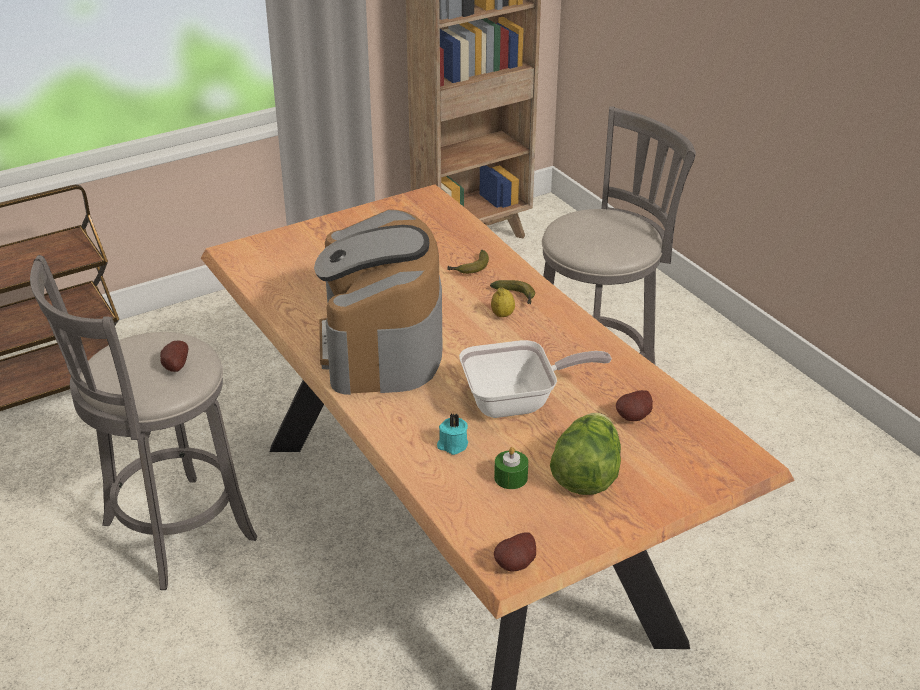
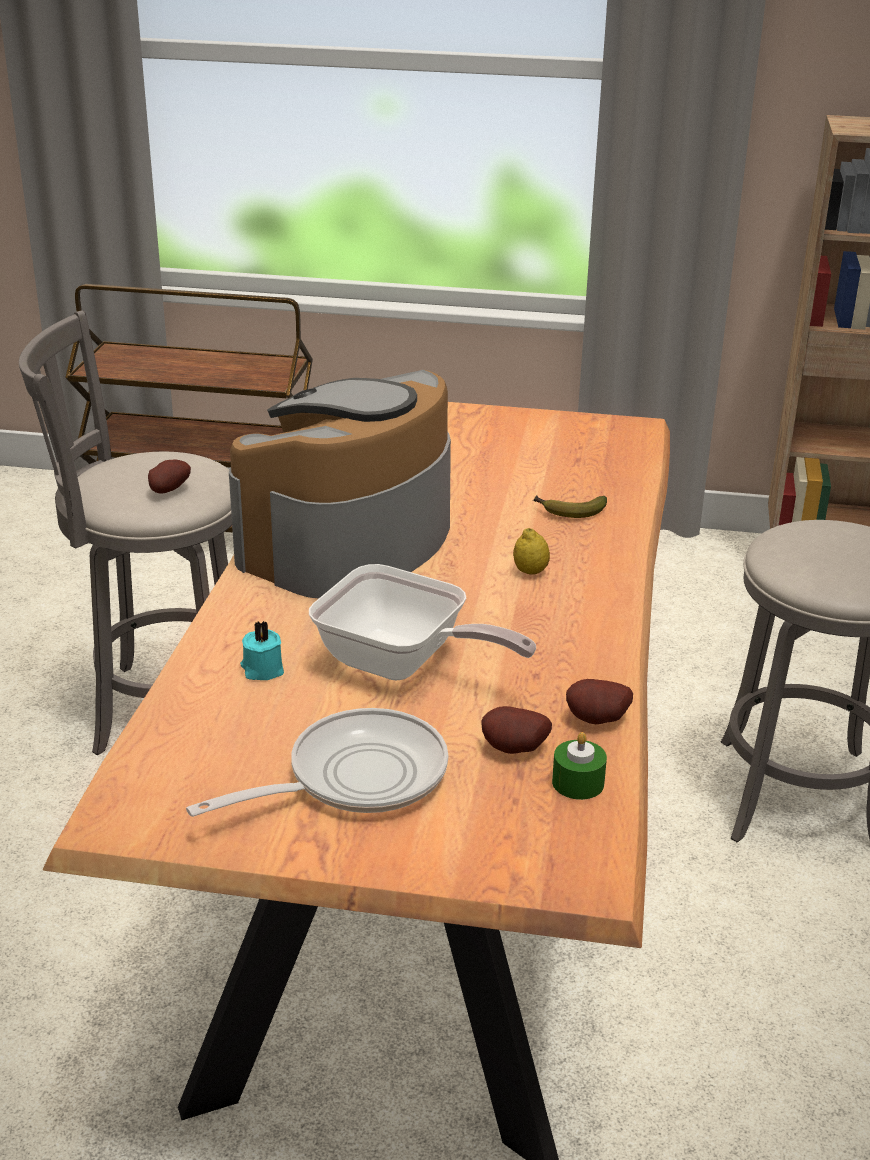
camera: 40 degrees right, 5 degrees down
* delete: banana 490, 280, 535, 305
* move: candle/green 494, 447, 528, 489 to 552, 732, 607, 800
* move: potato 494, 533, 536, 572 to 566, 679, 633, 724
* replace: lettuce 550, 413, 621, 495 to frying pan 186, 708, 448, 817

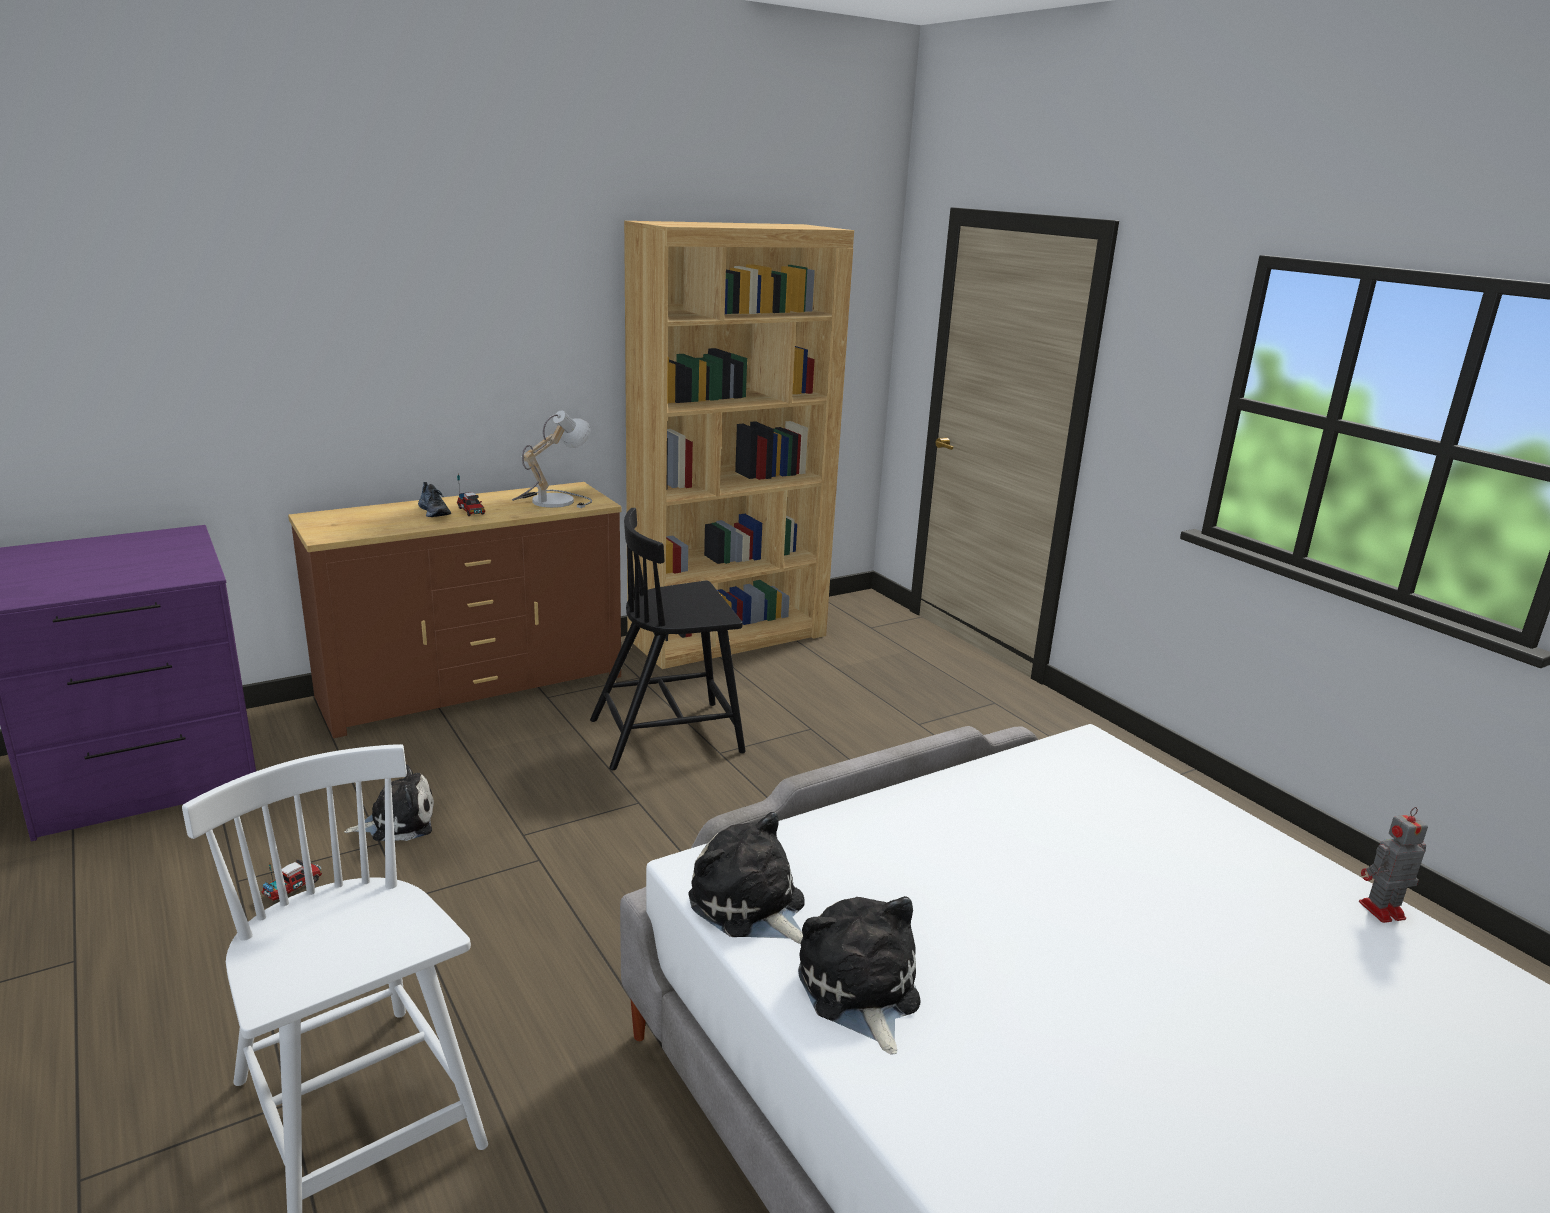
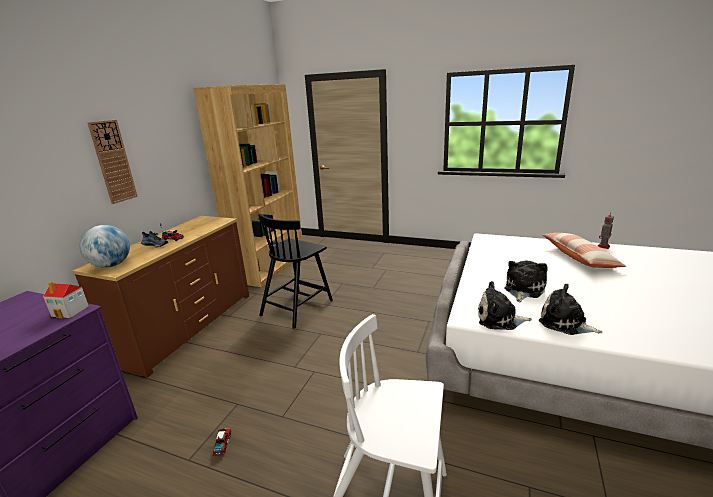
camera: 35 degrees left, 0 degrees up
* delete: table lamp 512, 410, 592, 508
* insert: toy house 43, 282, 89, 318
* insert: globe 80, 225, 130, 268
* insert: wall clock 87, 120, 138, 204
* insert: pillow 542, 233, 626, 268
* move: plush toy 344, 764, 434, 841 to 505, 260, 548, 302

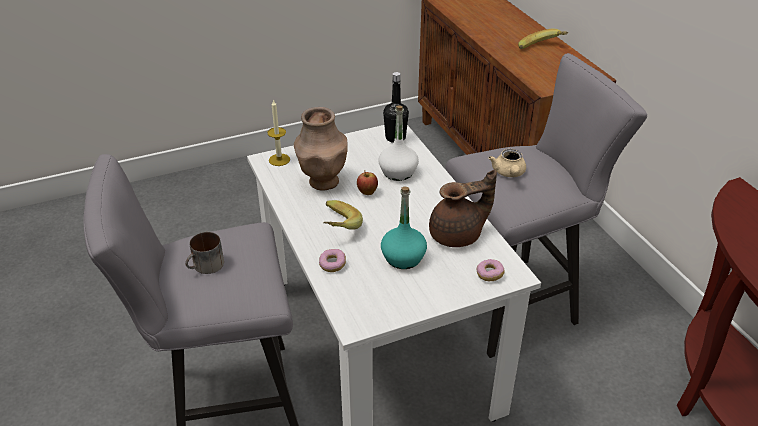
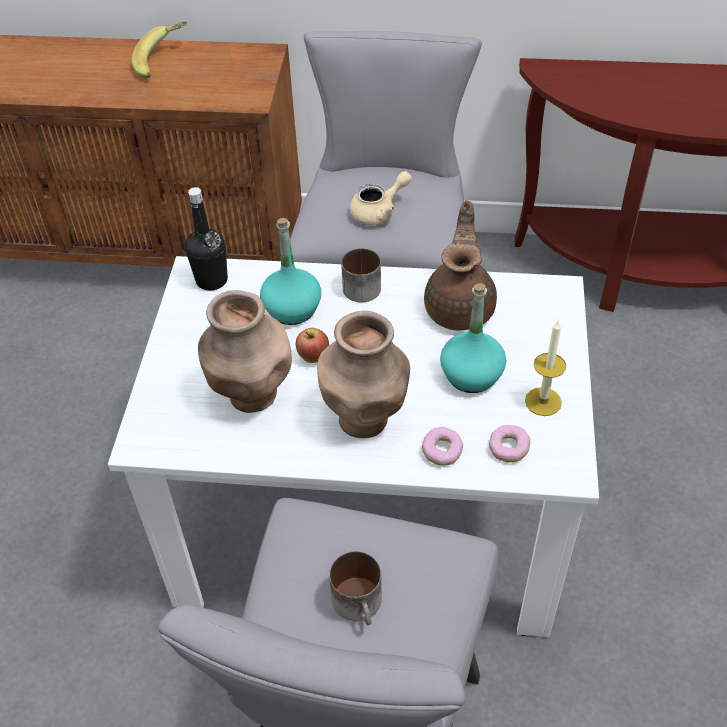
camera: 60 degrees left, 10 degrees up
* insert: mug 341, 248, 381, 303
* move: candle 267, 99, 290, 166 to 525, 319, 566, 416
* move: donut 476, 259, 505, 281 to 489, 425, 530, 462
* replace: banana 323, 200, 363, 230 to vase/brown 317, 311, 410, 438
* recolor: bottle/white 379, 105, 419, 181 to bottle/turquoise 260, 218, 321, 325
* rotate: teapot/beige 489, 149, 526, 177 = 349, 171, 412, 225 60 degrees counterclockwise

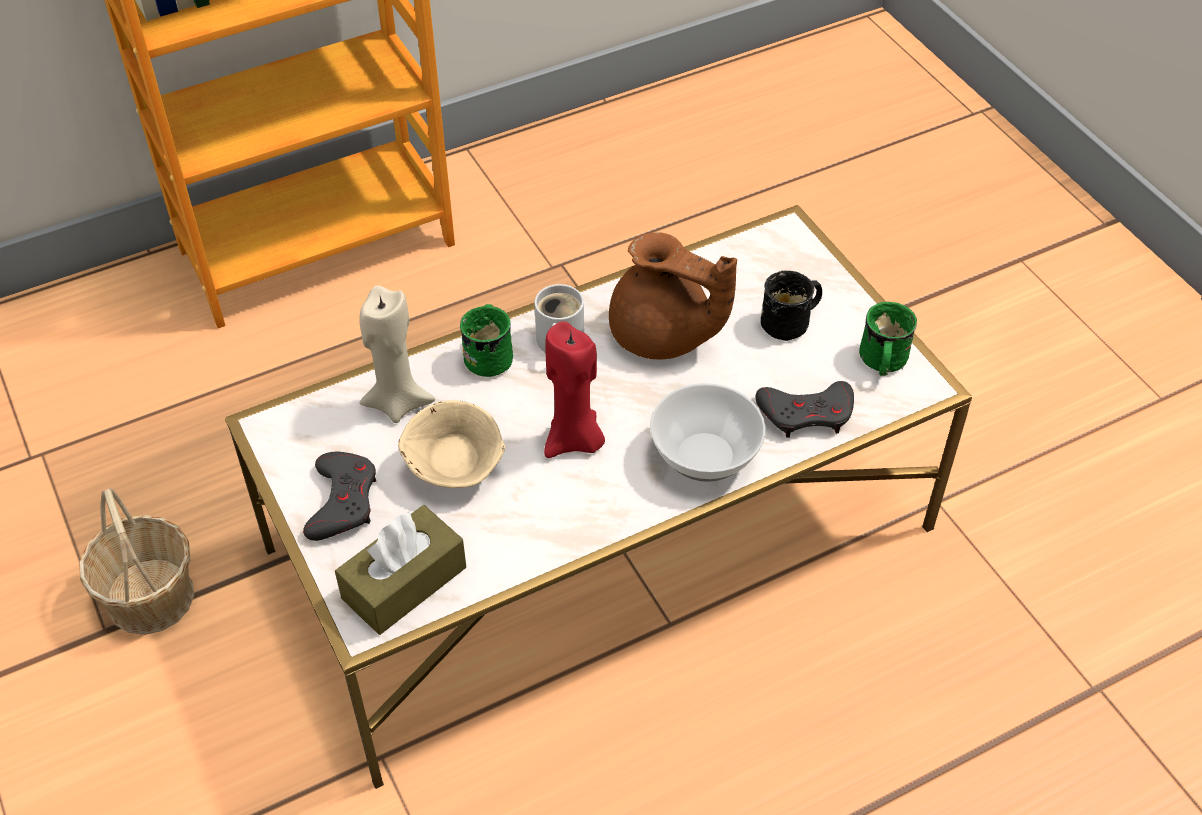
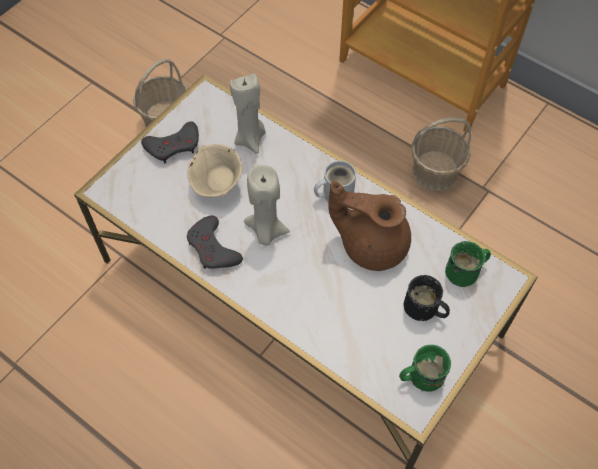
camera: 65 degrees right, 10 degrees up
* delete: tissue box/brown 335, 505, 466, 635
* delete: bowl 650, 383, 766, 482
* insert: basket 411, 118, 471, 191
* move: mug/green 460, 304, 513, 377 to 445, 241, 491, 287
* move: game controller/grey 755, 381, 854, 438 to 187, 216, 243, 269
* recolor: candle/red 544, 321, 605, 458 to candle/beige 244, 165, 290, 246
* rotate: teapot/brown 609, 232, 737, 359 = 328, 181, 411, 271 105 degrees clockwise

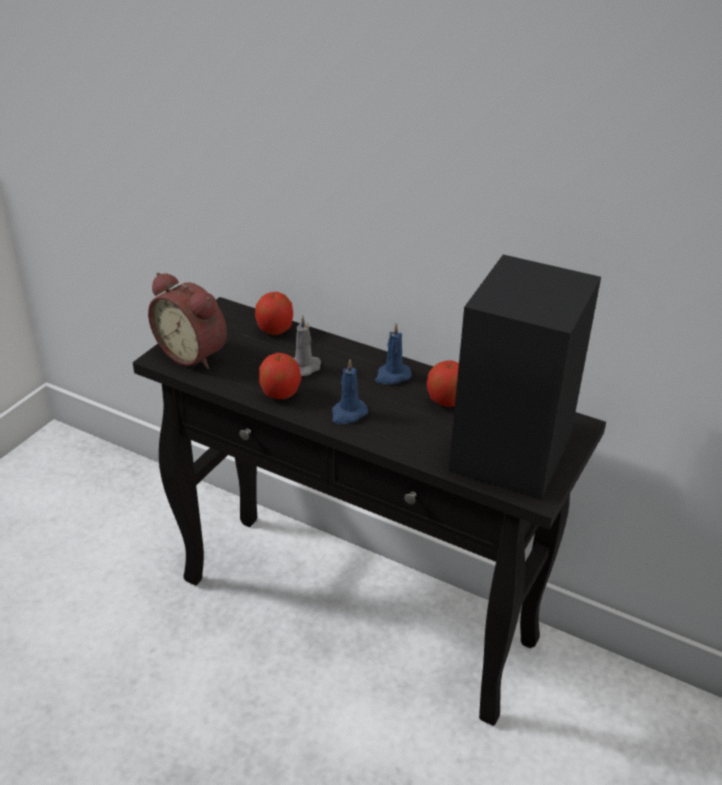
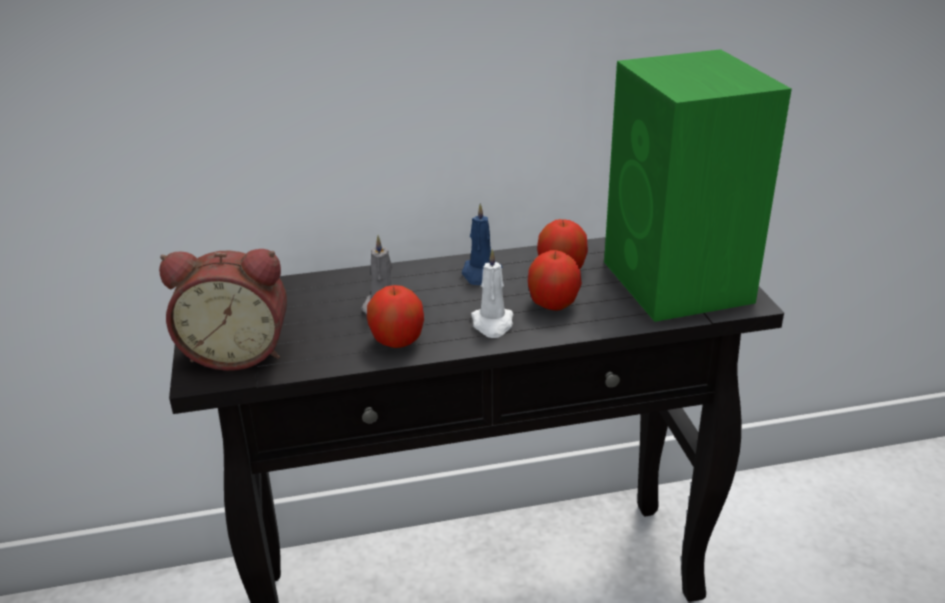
camera: 40 degrees left, 5 degrees down
* move: apple 255, 292, 293, 335 to 528, 250, 582, 311
* recolor: candle/blue 332, 359, 368, 424 to candle/white 471, 249, 514, 338
* recolor: speaker/black 449, 255, 601, 499 to speaker/green 604, 49, 792, 322

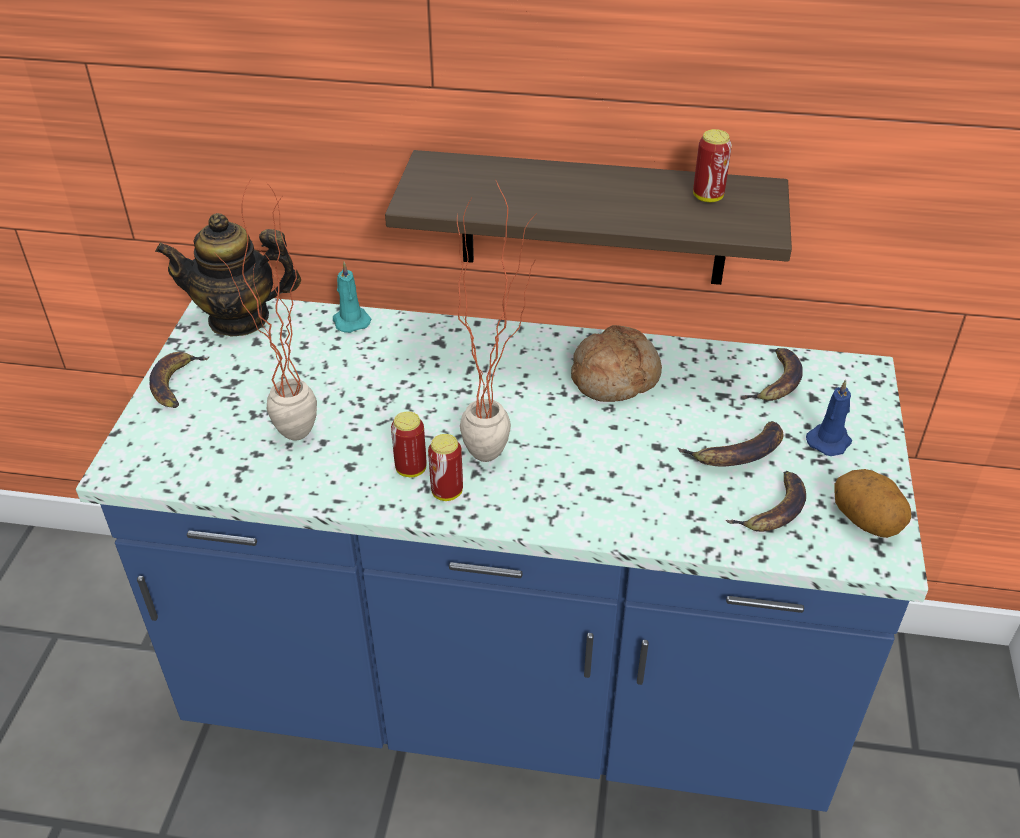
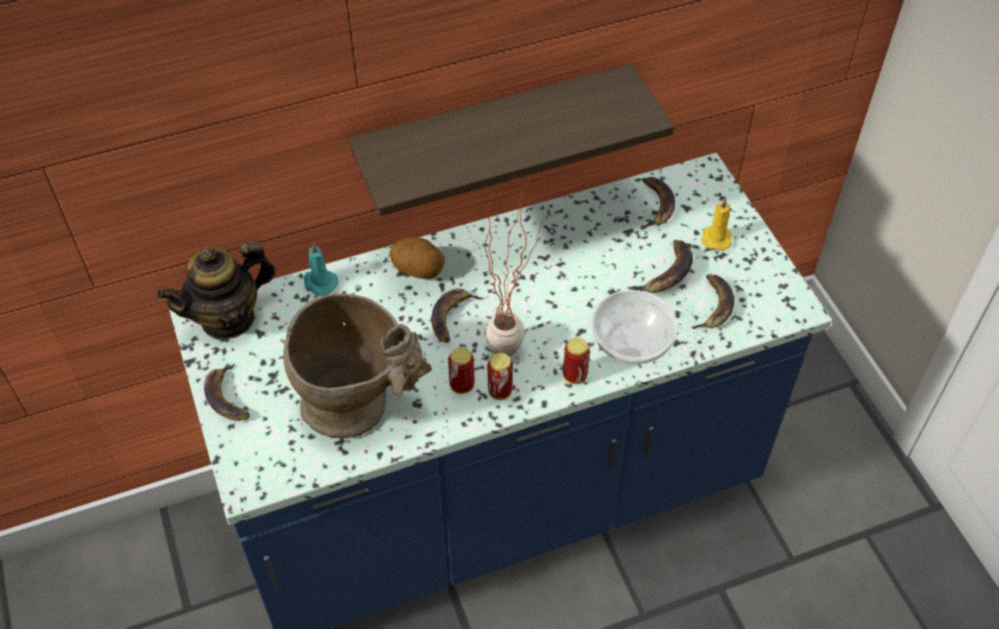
camera: 30 degrees left, 10 degrees up
* delete: bread 571, 325, 662, 402
* insert: banana 431, 288, 484, 343
* insert: bowl 592, 290, 678, 364
* move: can 693, 129, 732, 202 to 563, 337, 590, 385
* move: potato 834, 469, 911, 538 to 389, 237, 445, 279
* replace: potted plant 215, 178, 317, 441 to vase/beige 283, 294, 432, 438
* recolor: candle/blue 806, 379, 852, 456 to candle/yellow 701, 198, 732, 251

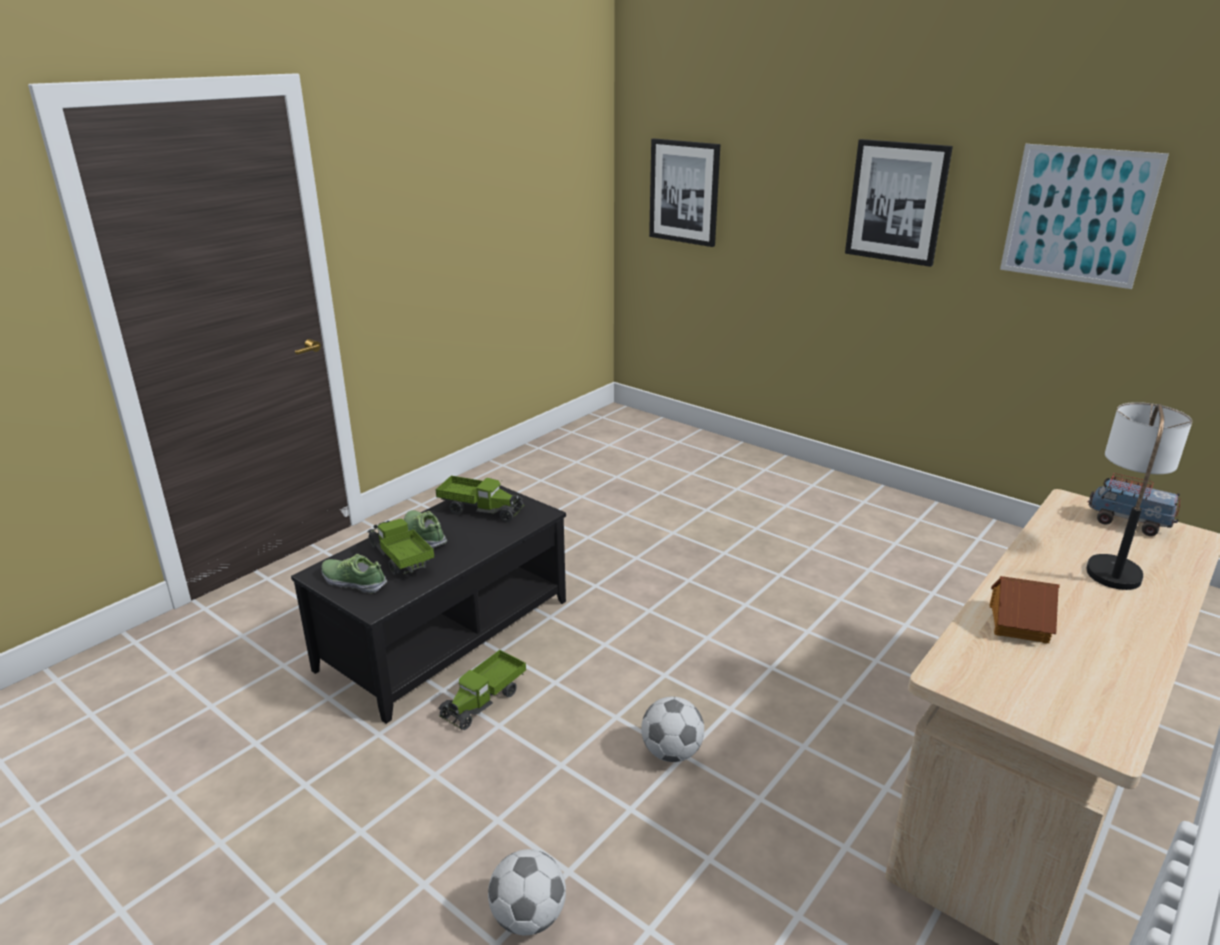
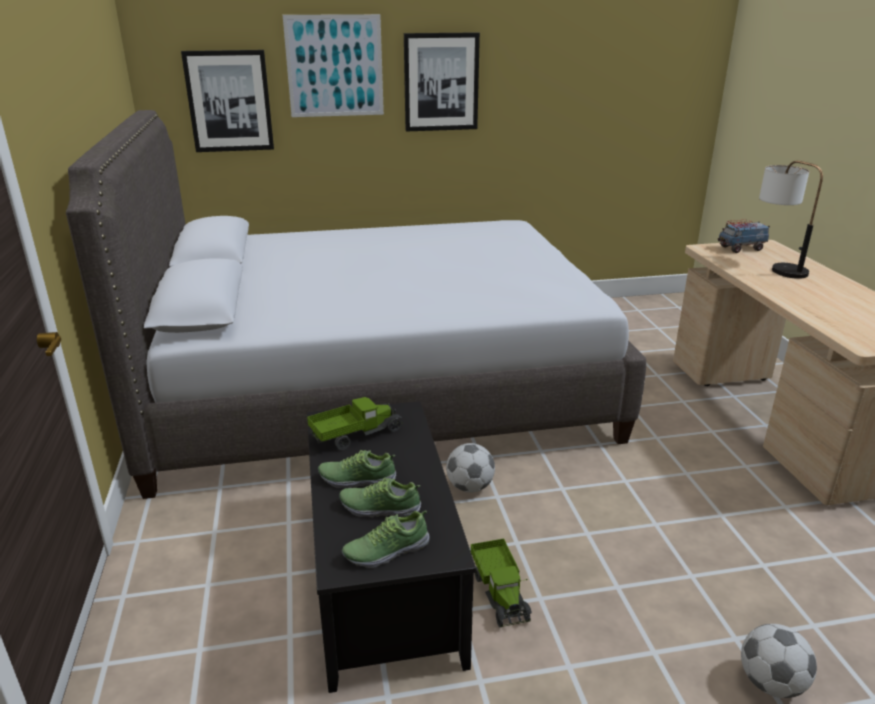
camera: 50 degrees left, 0 degrees up
* delete: toy house 990, 576, 1060, 644
* insert: bed/grey 66, 110, 646, 499
* move: football 641, 697, 704, 762 to 446, 443, 495, 492
* move: picture 1000, 144, 1169, 289 to 283, 14, 384, 117
* replace: toy truck 367, 519, 434, 575 to shoe 339, 477, 421, 517

